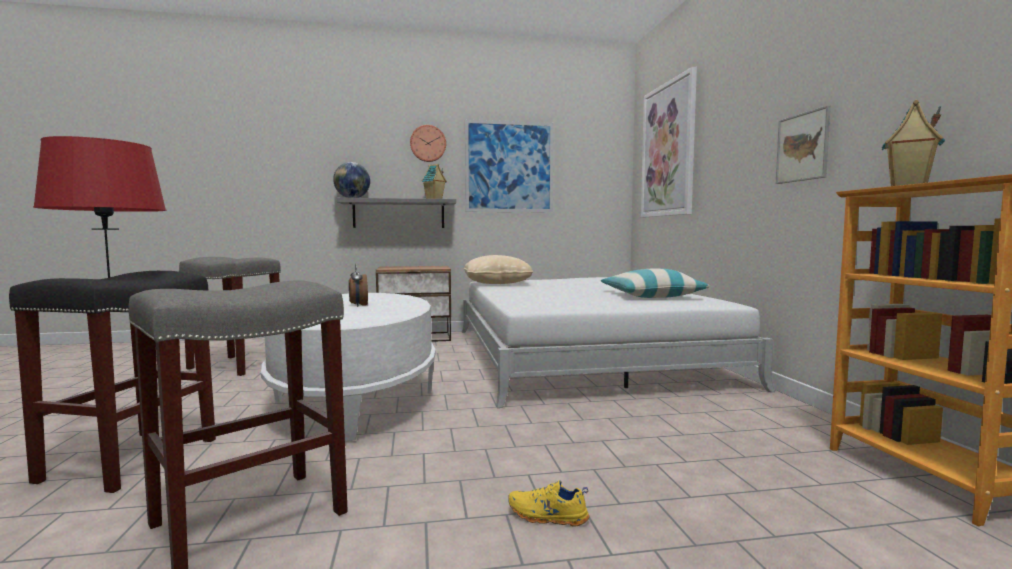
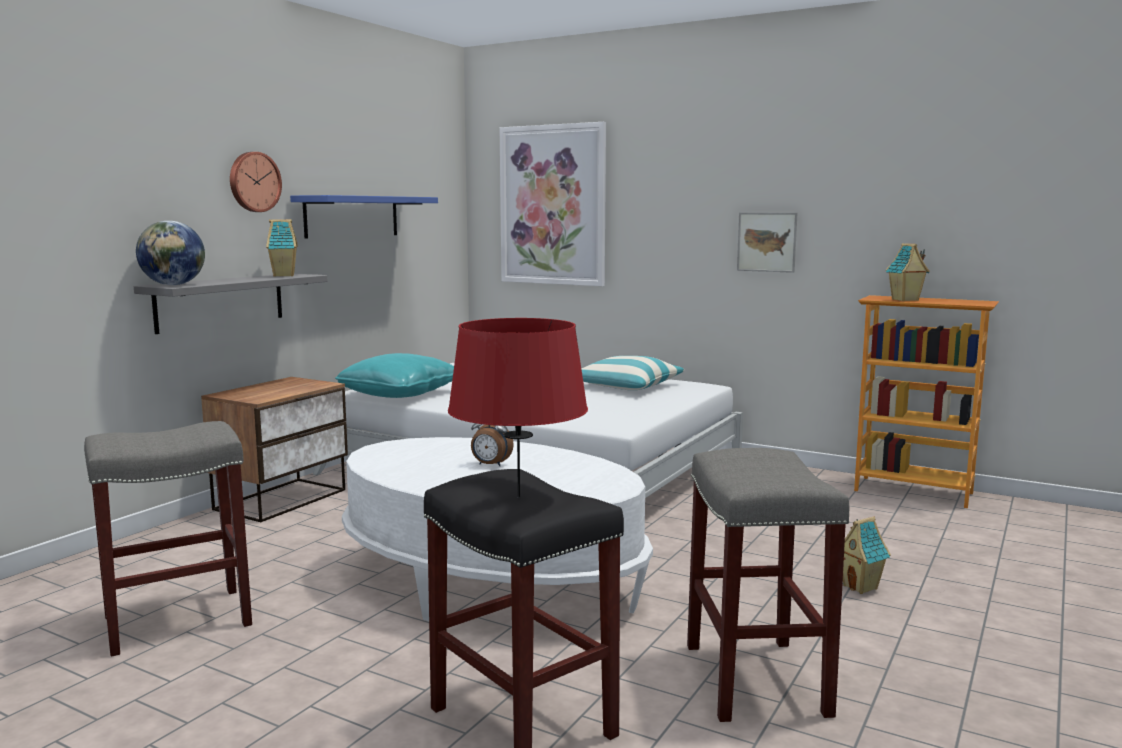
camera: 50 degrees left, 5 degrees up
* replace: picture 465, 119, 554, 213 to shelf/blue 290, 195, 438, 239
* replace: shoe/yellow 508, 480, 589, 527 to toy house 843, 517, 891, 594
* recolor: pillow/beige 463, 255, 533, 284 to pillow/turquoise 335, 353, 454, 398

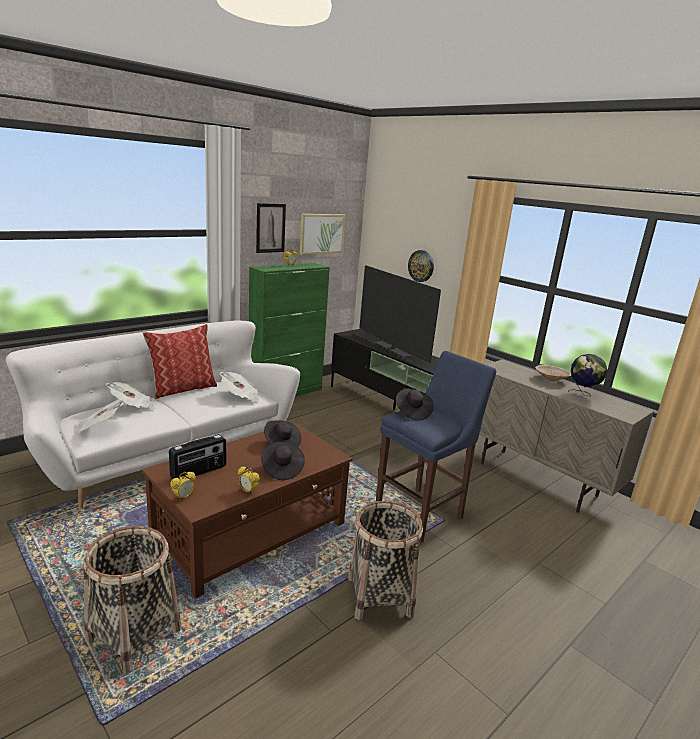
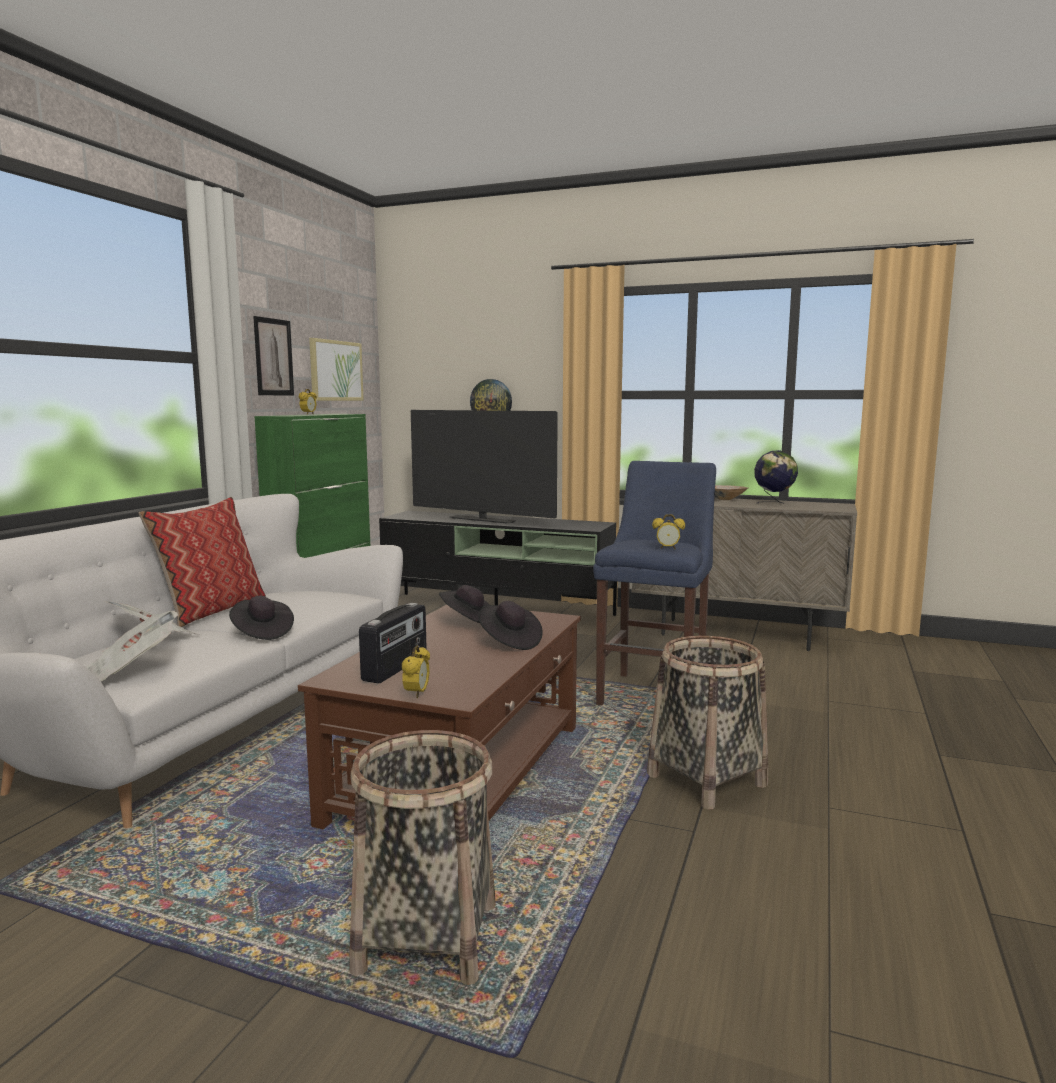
camera: 25 degrees left, 10 degrees down
* delete: newspaper 220, 372, 259, 402
* move: alarm clock 238, 467, 260, 495 to 652, 514, 685, 549
* move: hat/black 396, 388, 434, 420 to 229, 596, 294, 640

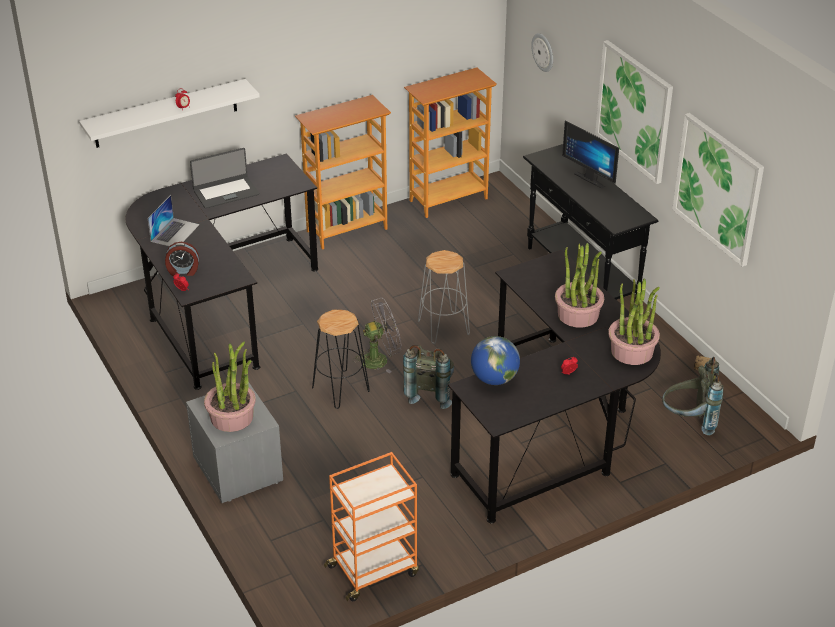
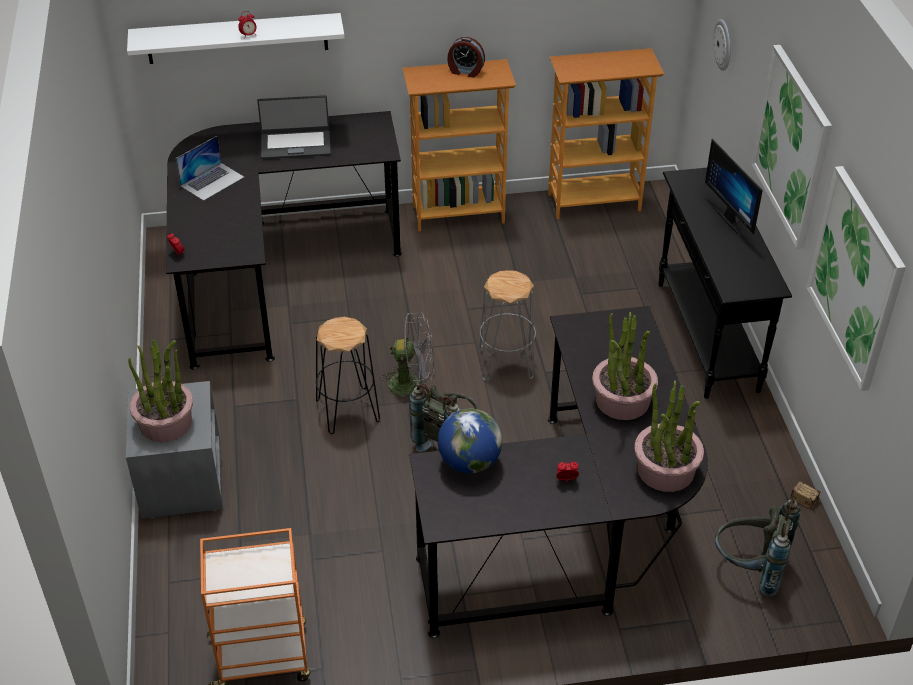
camera: 20 degrees right, 5 degrees up
* move: alarm clock 165, 242, 199, 276 to 447, 37, 485, 78

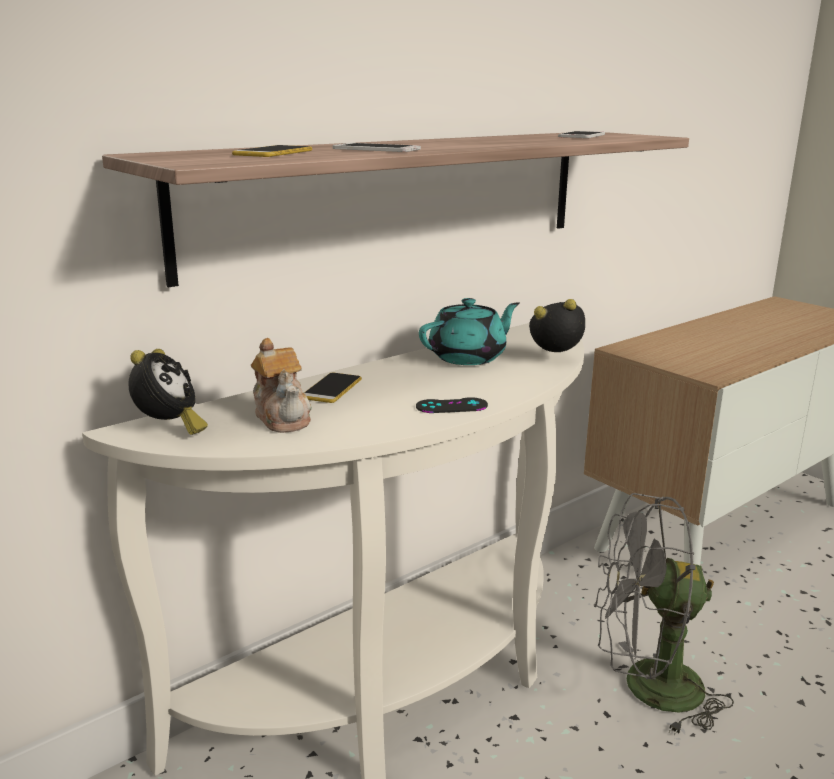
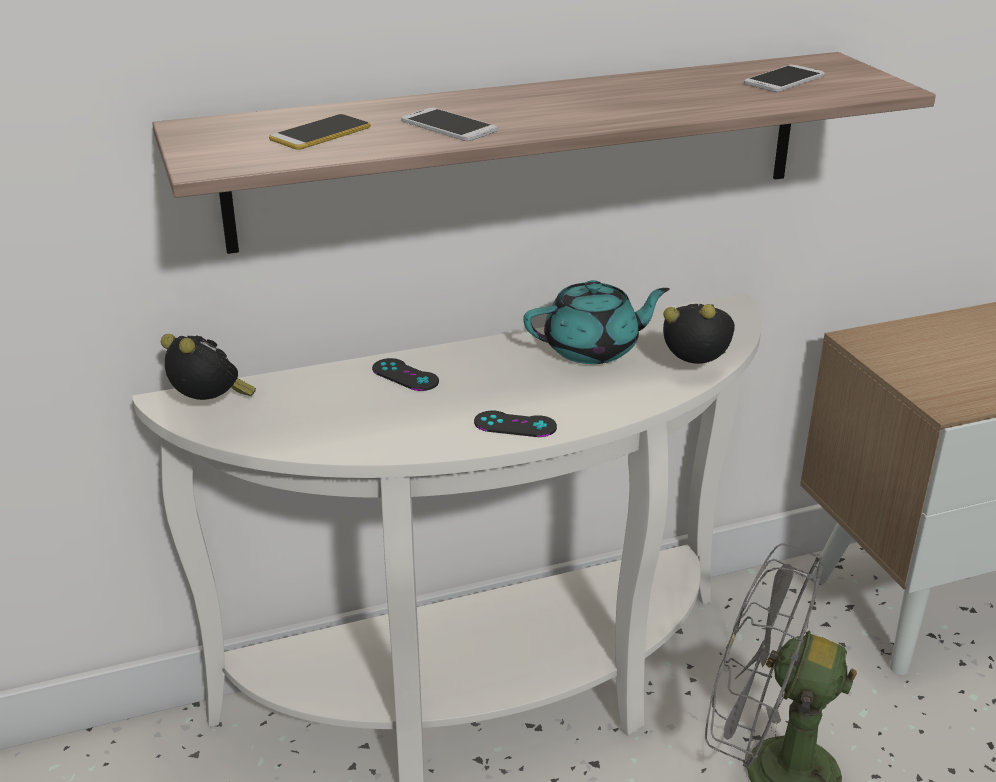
camera: 20 degrees right, 10 degrees up
* delete: teapot 251, 338, 312, 433
* replace: phone 304, 373, 362, 403 to game controller/black 372, 358, 439, 391
* rotate: alarm clock 128, 349, 208, 435 = 161, 334, 256, 400 75 degrees counterclockwise

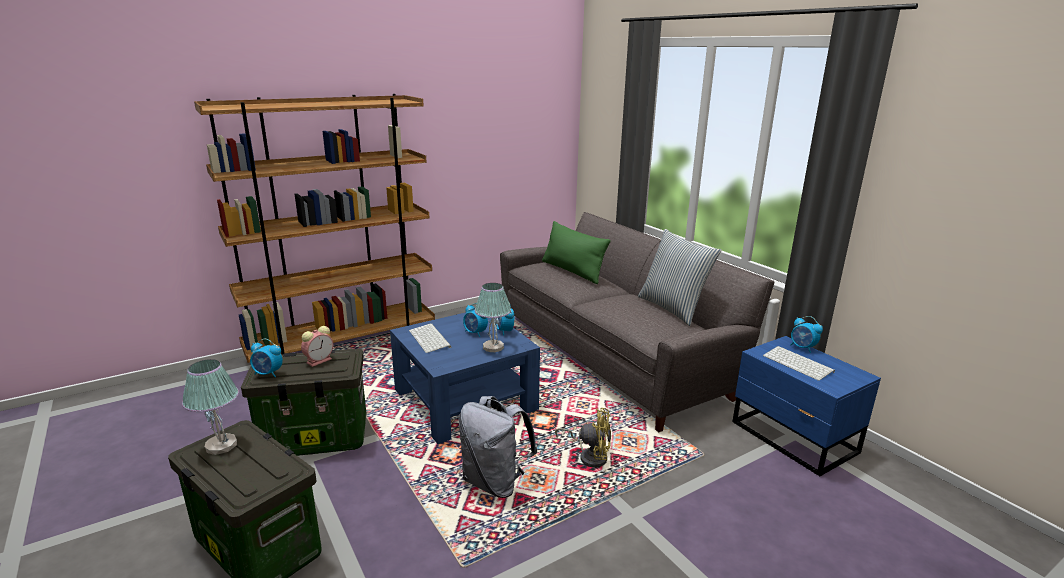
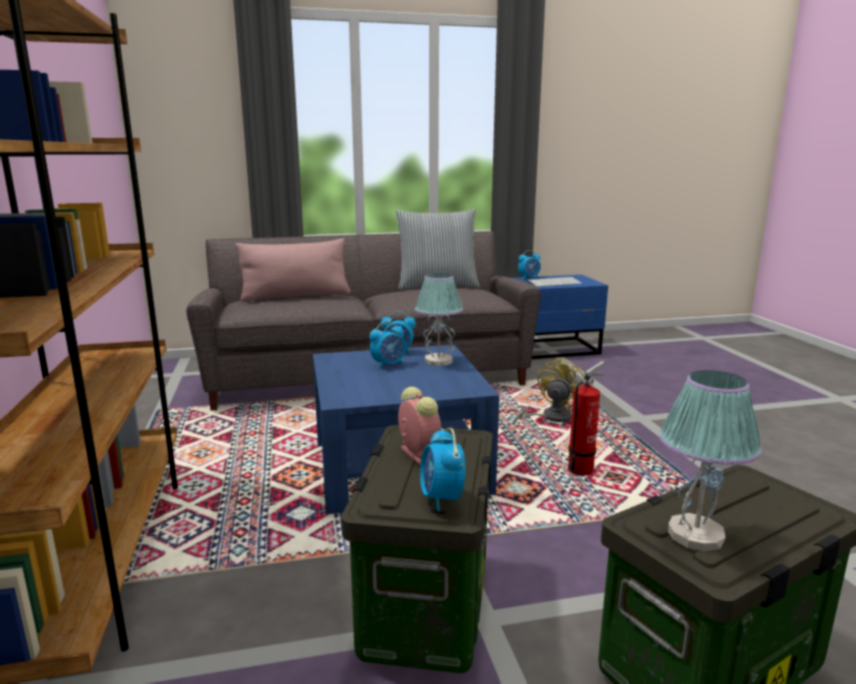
camera: 70 degrees left, 5 degrees down
* delete: keyboard 409, 323, 451, 353
* replace: backpack/grey 459, 396, 537, 498 to fire extinguisher 568, 361, 605, 475
* recolor: pillow/green 542, 221, 611, 284 to pillow/pink 235, 238, 351, 302
* rotate: alarm clock 250, 339, 283, 377 = 420, 428, 466, 512 135 degrees clockwise

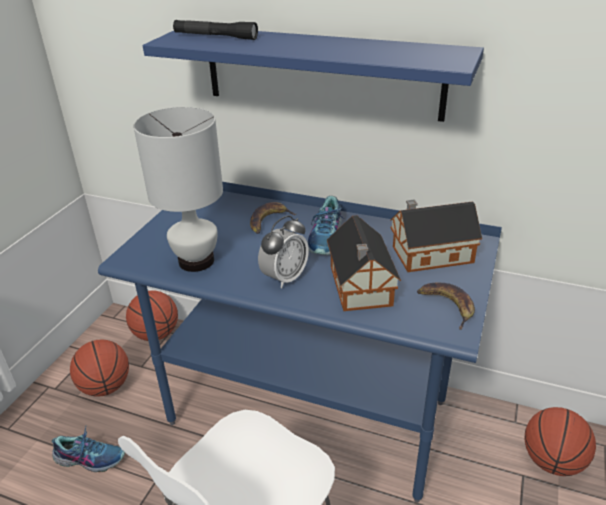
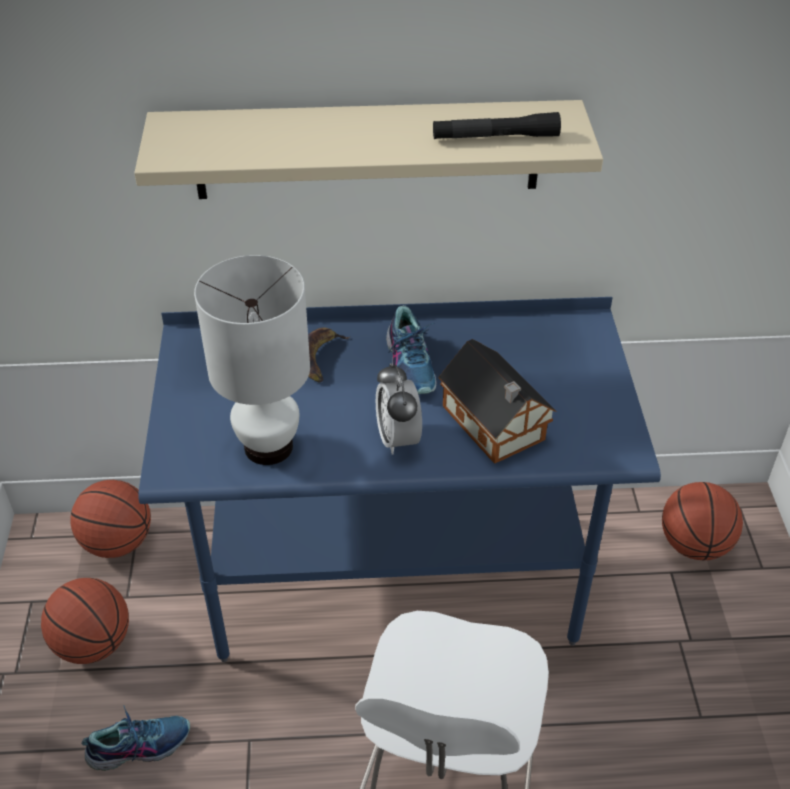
camera: 25 degrees left, 10 degrees up
* delete: toy house 390, 199, 482, 272
* delete: banana 417, 282, 475, 330
* move: flashlight/black 173, 20, 258, 40 to 433, 112, 561, 139
* recolor: shelf/blue 143, 31, 484, 122 to shelf/beige 134, 100, 603, 199
* rotate: alarm clock 258, 215, 309, 288 = 376, 363, 422, 455 150 degrees clockwise

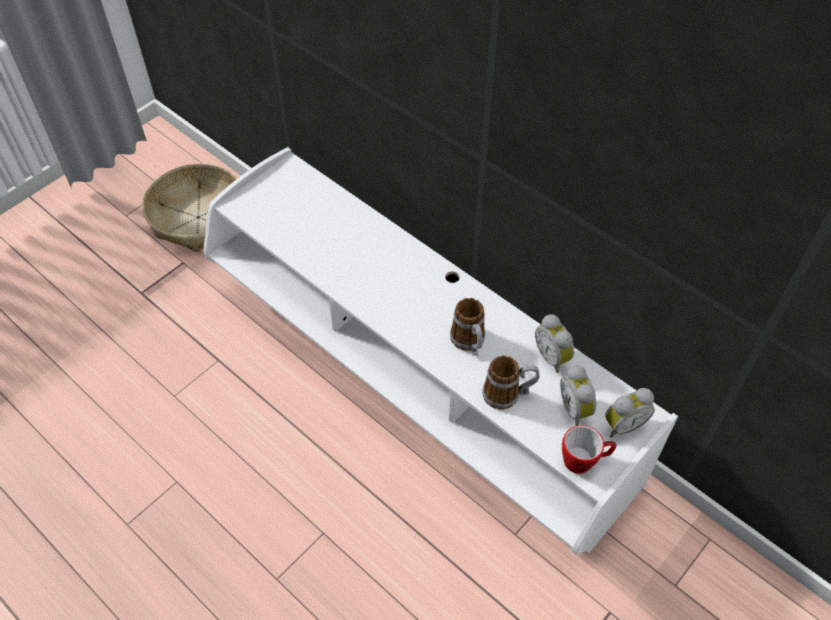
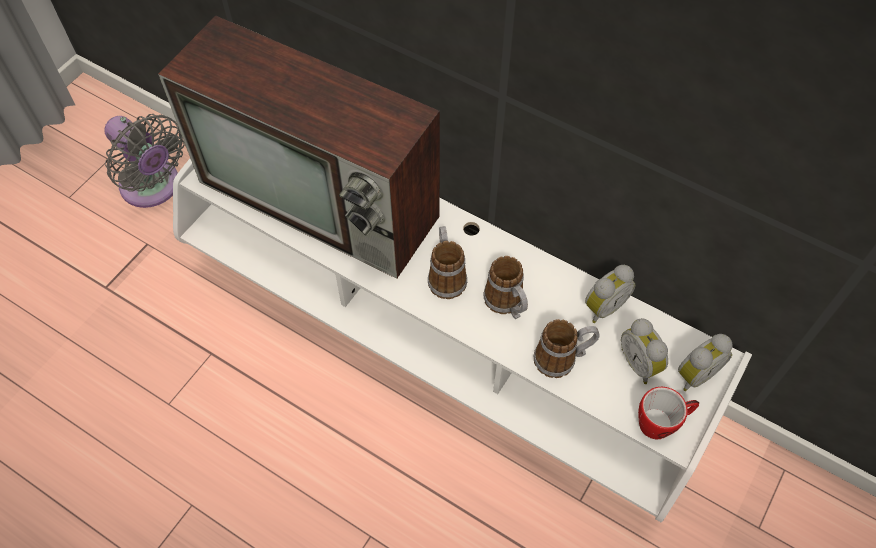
camera: 10 degrees left, 5 degrees up
* insert: television 158, 16, 440, 279
* insert: mug 428, 226, 467, 299
* replace: basket 142, 163, 237, 252 to fan/grey 104, 114, 185, 208
* rotate: alarm clock 535, 314, 574, 373 = 585, 265, 635, 323 90 degrees counterclockwise

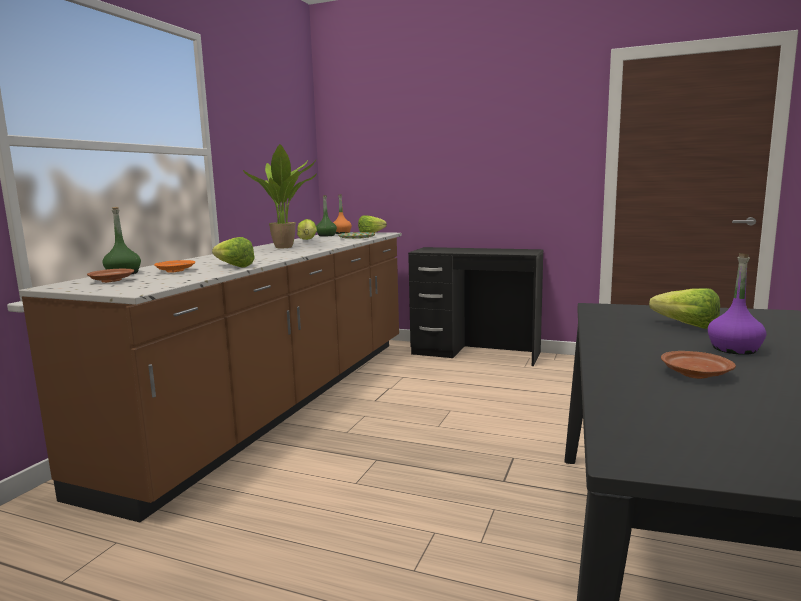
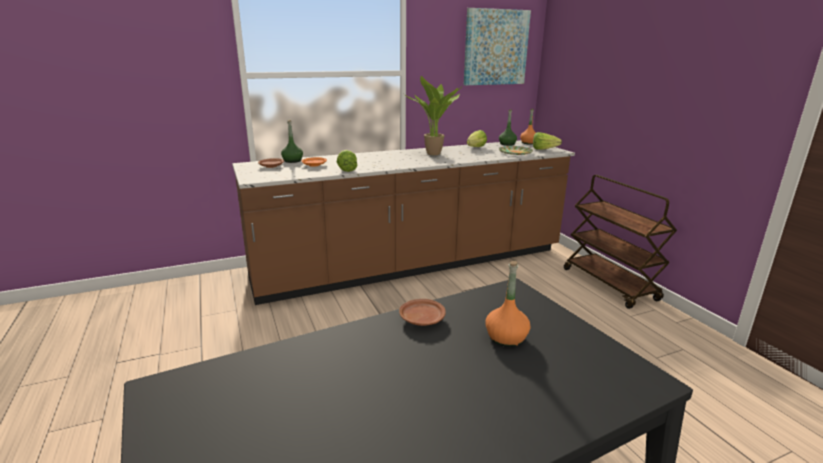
camera: 45 degrees right, 10 degrees up
* delete: bottle/purple 708, 253, 766, 355
* insert: picture 464, 8, 531, 85
* move: plate/brown 661, 351, 736, 379 to 399, 299, 446, 326
* replace: desk/black 408, 247, 543, 366 to cart/brown 564, 175, 677, 309
* replace: lettuce 649, 288, 720, 329 to bottle/orange 485, 261, 530, 347

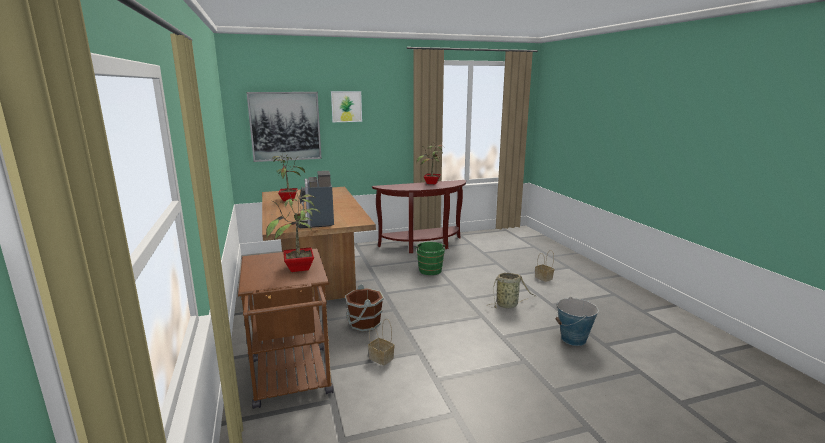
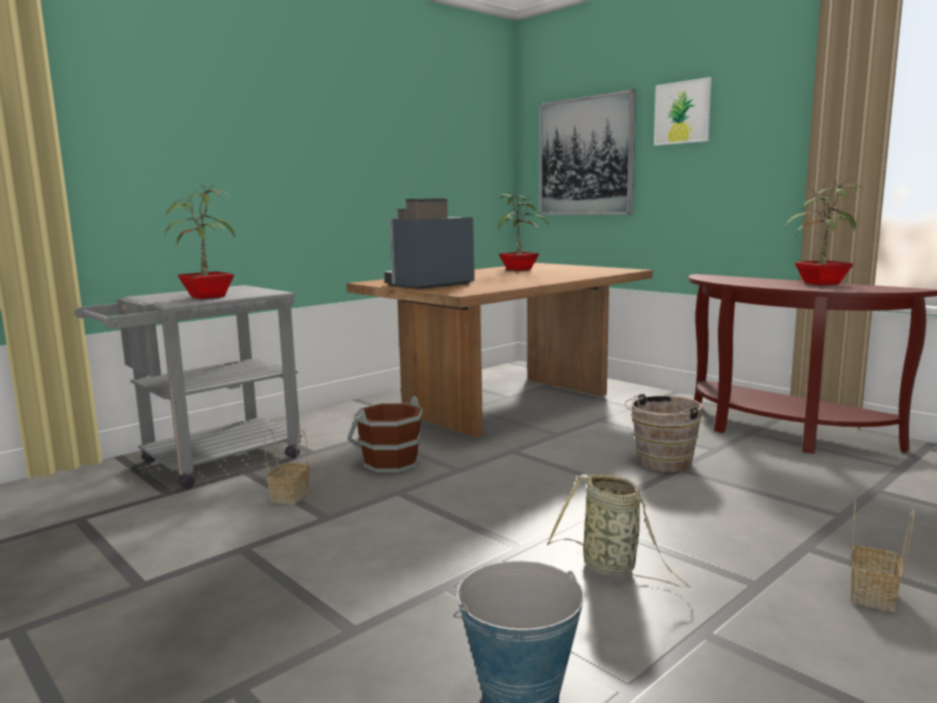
camera: 65 degrees right, 5 degrees down
* recolor: cart/brown 238, 249, 334, 409 to cart/grey 74, 285, 302, 489
* recolor: bucket/green 415, 242, 446, 275 to bucket/brown 625, 394, 703, 472

